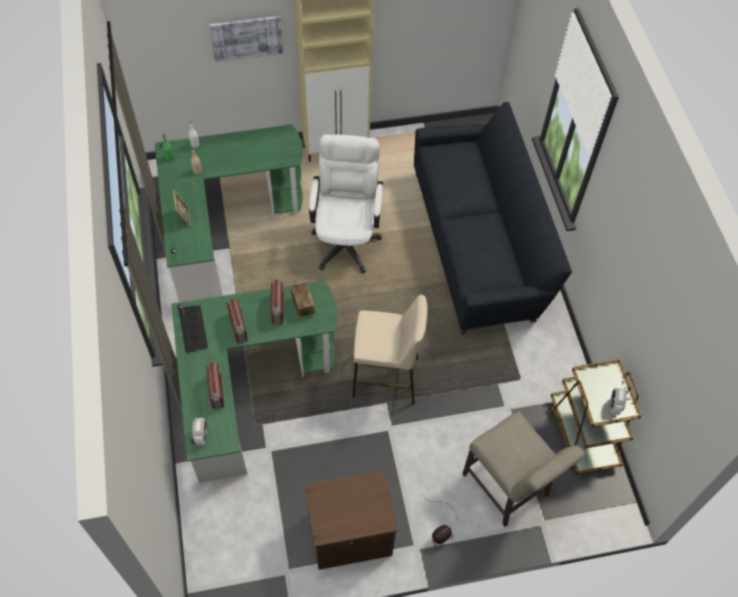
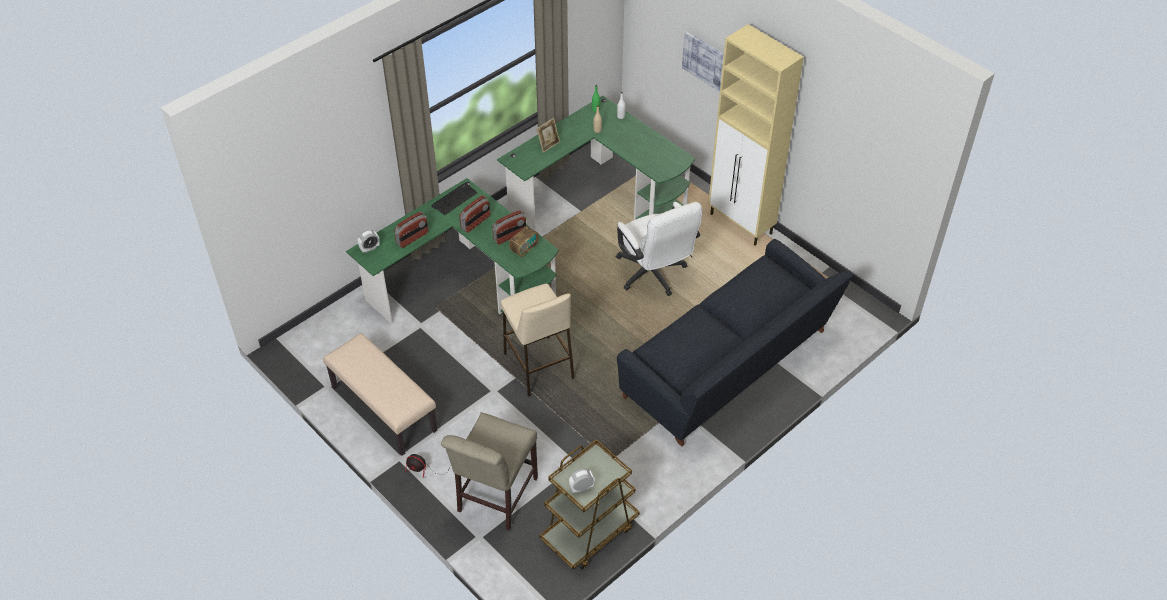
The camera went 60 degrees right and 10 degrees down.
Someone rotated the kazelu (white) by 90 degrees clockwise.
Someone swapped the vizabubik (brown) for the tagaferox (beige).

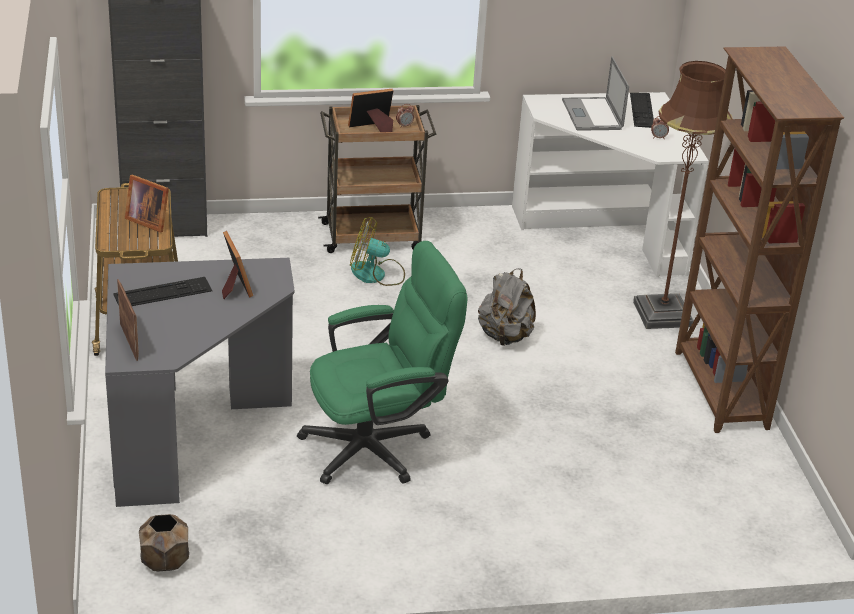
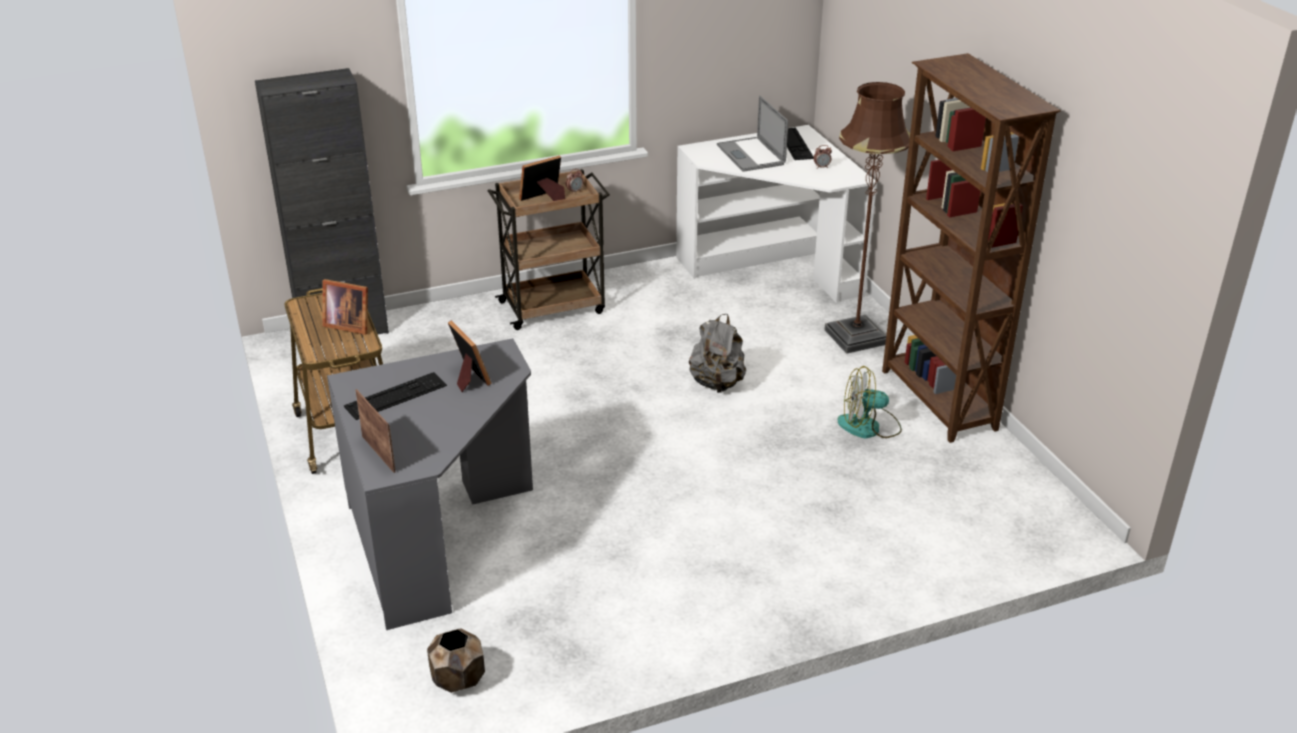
The camera went 10 degrees left and 0 degrees up.
Someone carried the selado.
Someone took away the kazelu (green).

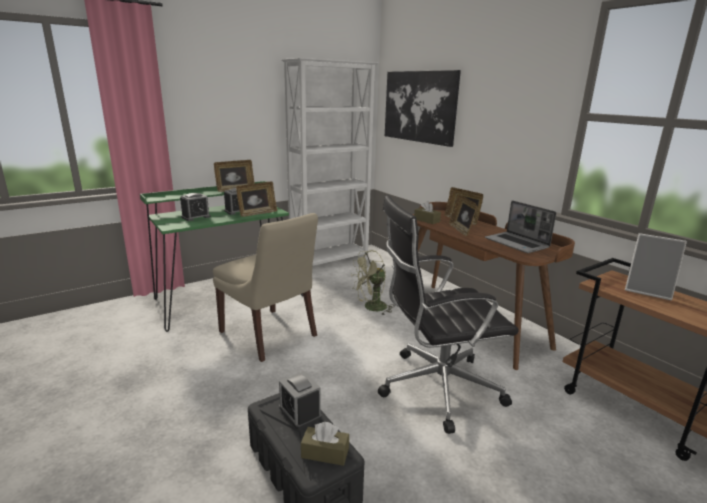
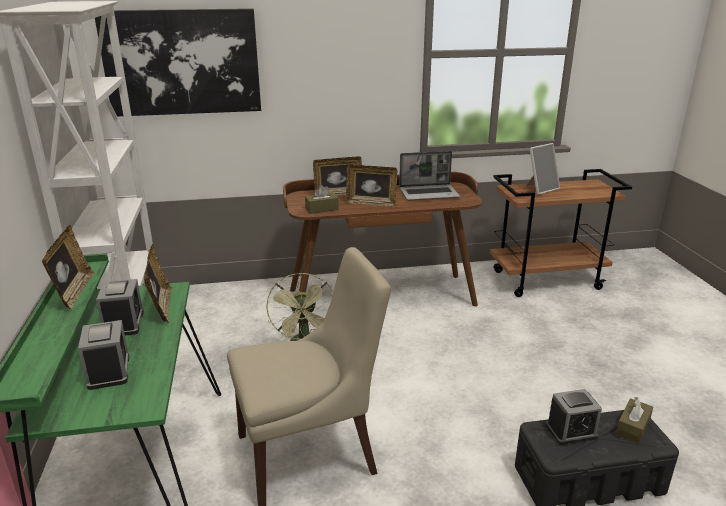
The camera went 65 degrees left and 5 degrees up.
Someone took away the kazelu (black).

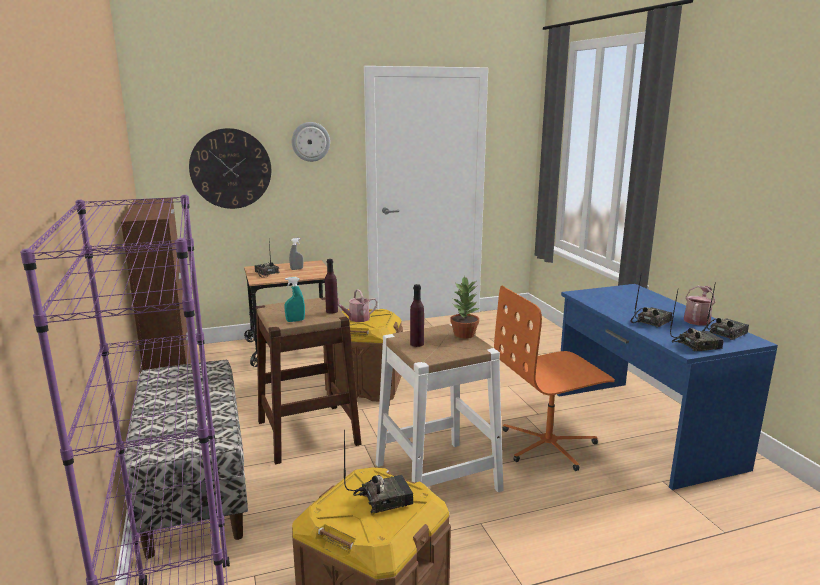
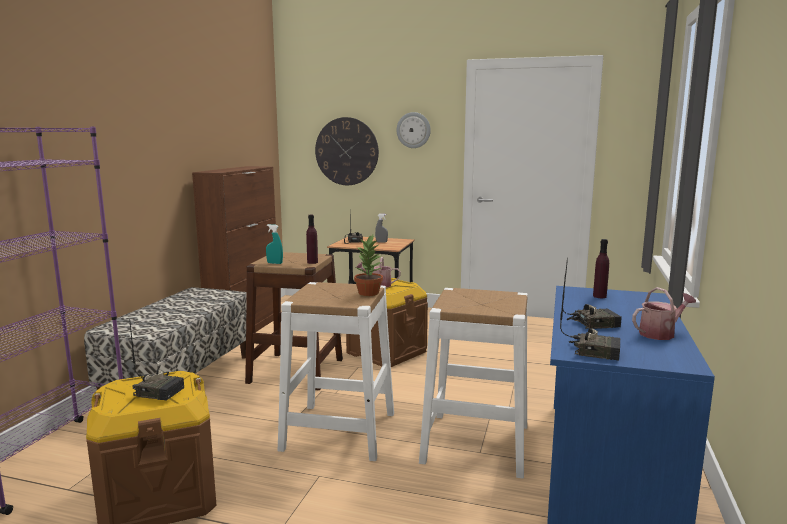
The camera went 35 degrees right and 5 degrees down.
Someone took away the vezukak (no. 5 from left).
Someone carried the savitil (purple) (no. 2 from left).
Someone swapped the kazelu (orange) for the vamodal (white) (no. 2 from left).

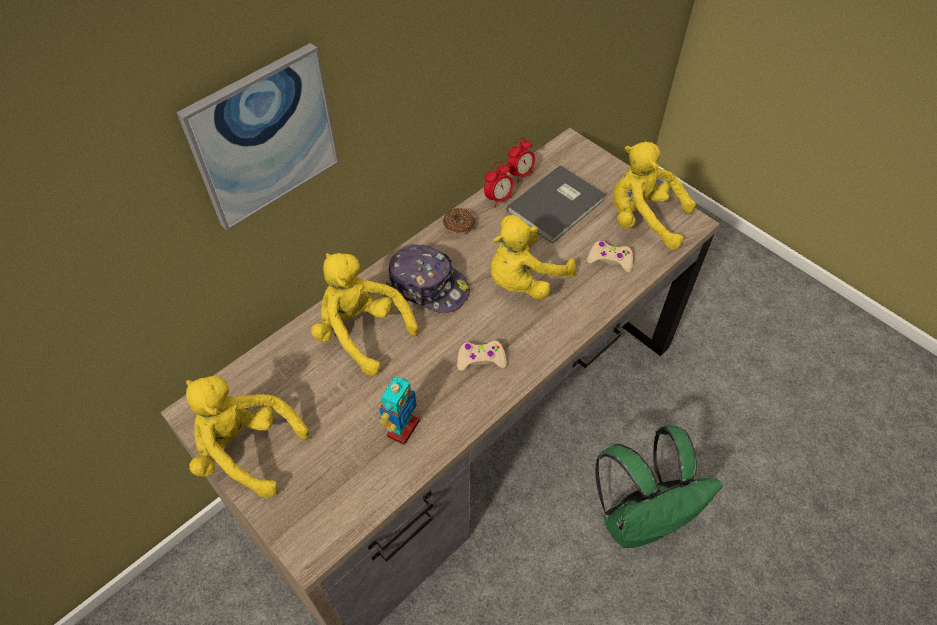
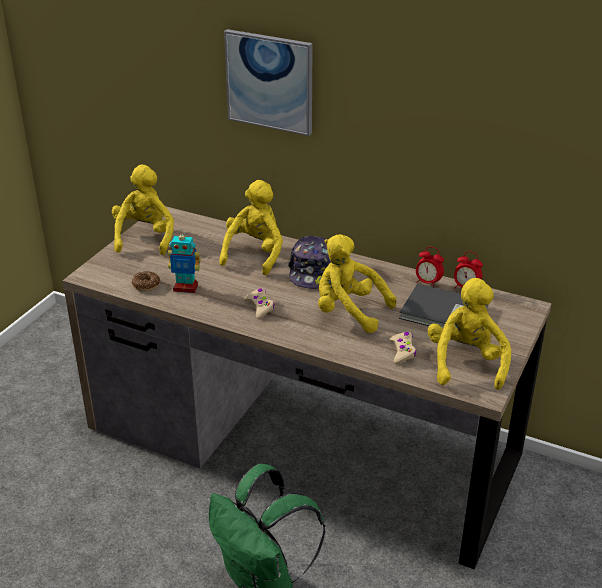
The camera went 70 degrees right and 20 degrees down.
Someone carried the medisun.

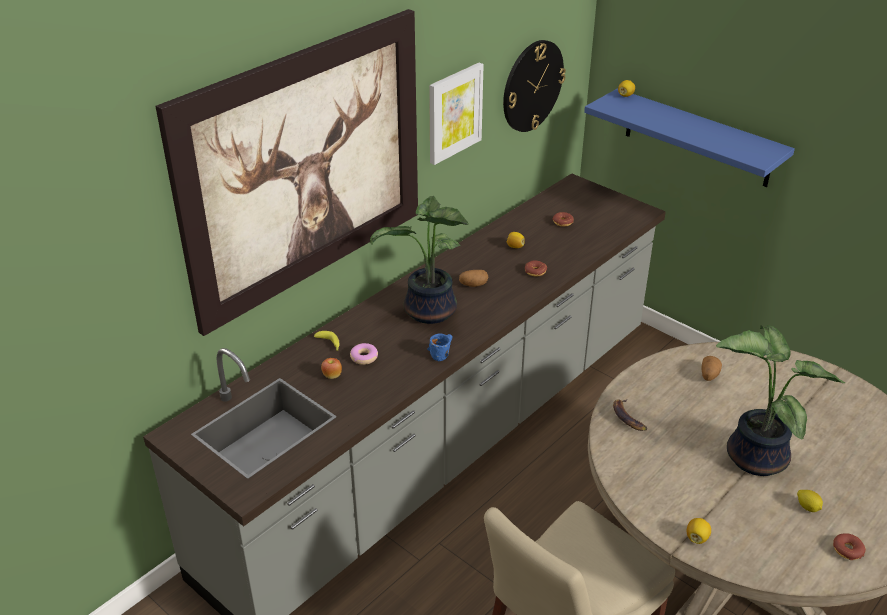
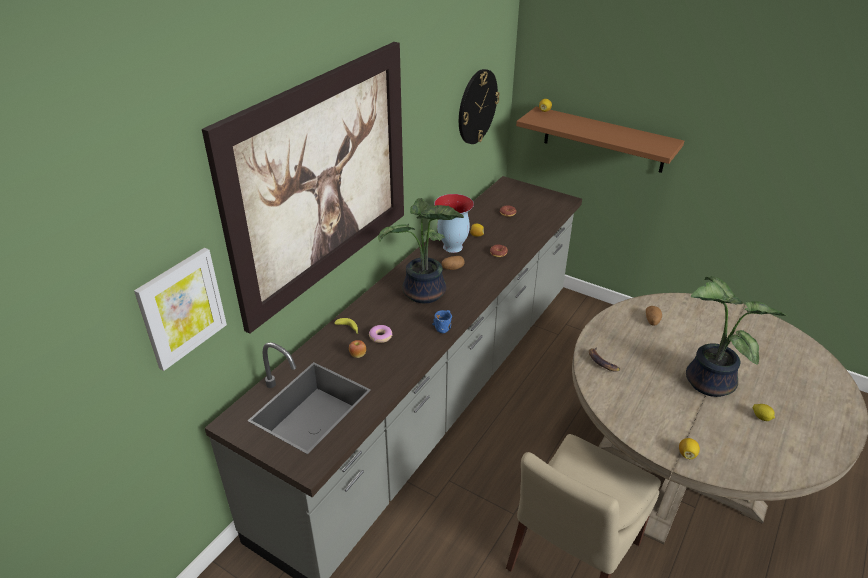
The camera went 10 degrees left and 0 degrees up.
Someone carried the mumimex (no. 2 from left in the first image).
Someone repainted the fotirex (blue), which became the fotirex (brown).
Someone took away the medisun (no. 4 from left).
Someone put down the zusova.

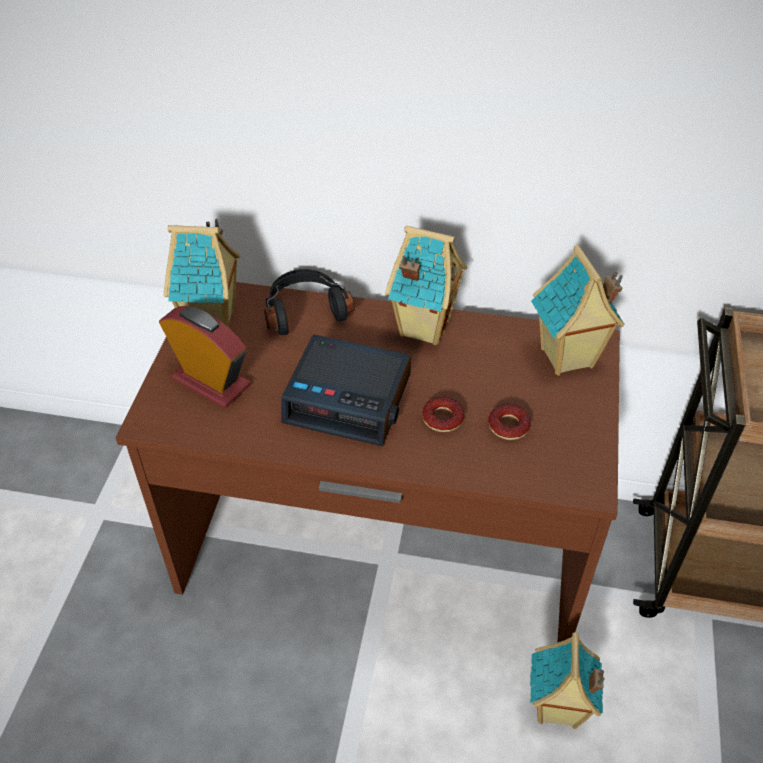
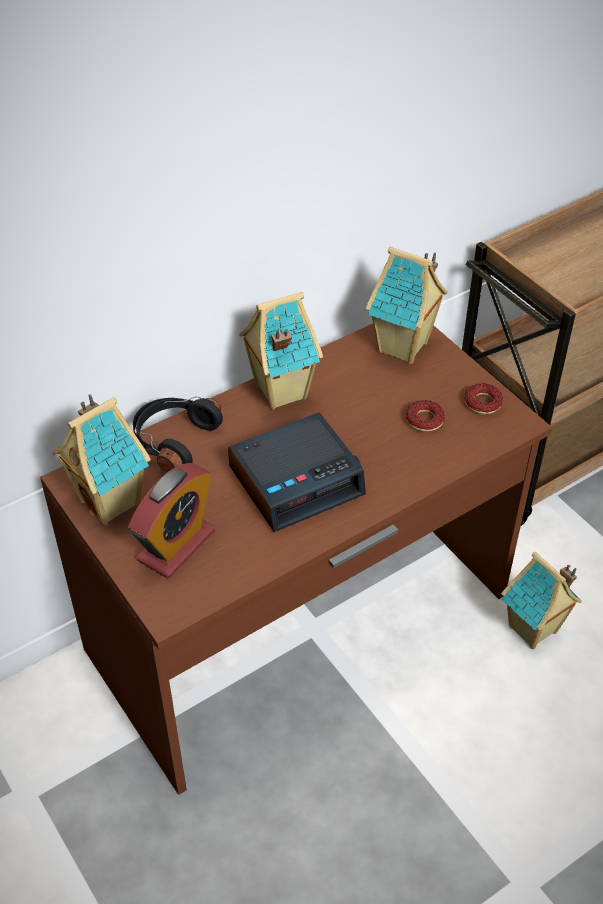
The camera went 45 degrees left and 0 degrees up.
Someone rotated the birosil (no. 1 from left) by 135 degrees clockwise.
Someone carried the medisun (no. 1 from left in the first image).

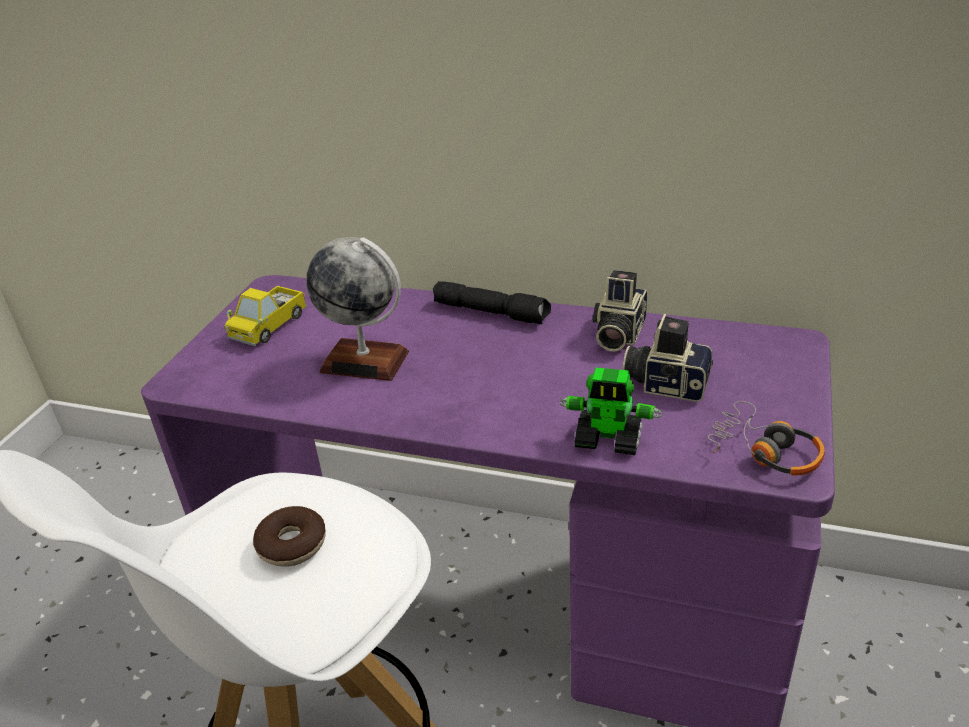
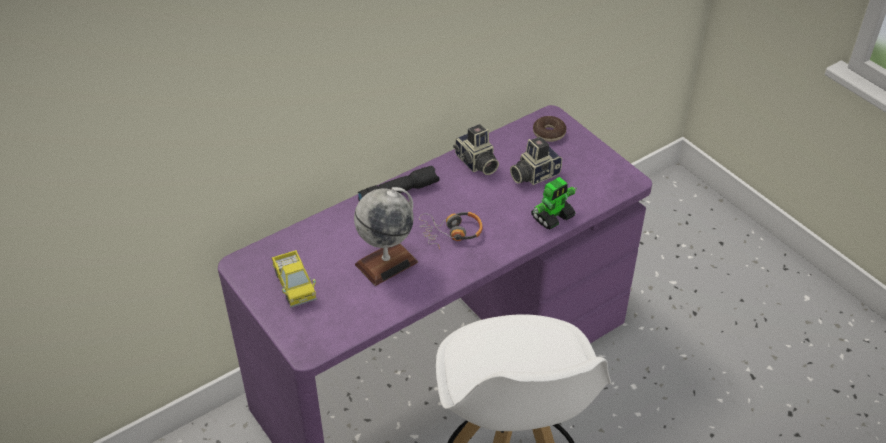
The camera went 55 degrees left and 10 degrees up.
Someone carried the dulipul.
Someone carried the medisun.

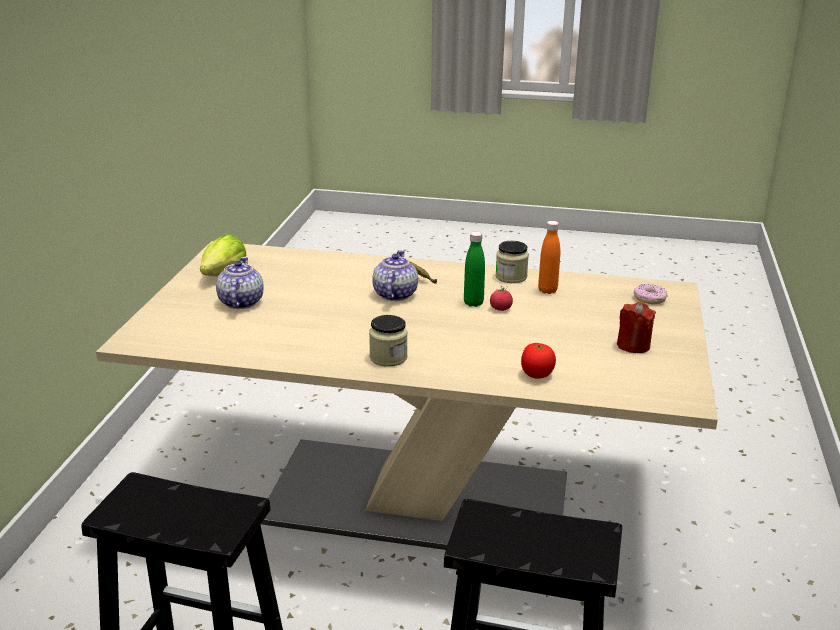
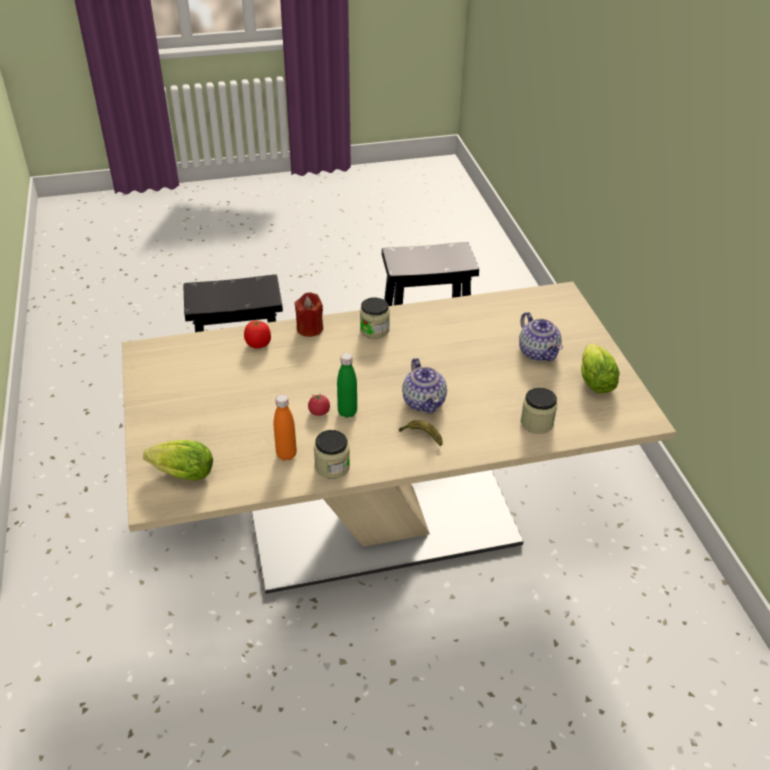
The camera went 155 degrees right and 15 degrees up.
Someone swapped the medisun for the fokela (no. 1 from left).
Someone carried the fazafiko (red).
Someone put down the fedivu (no. 3 from left).

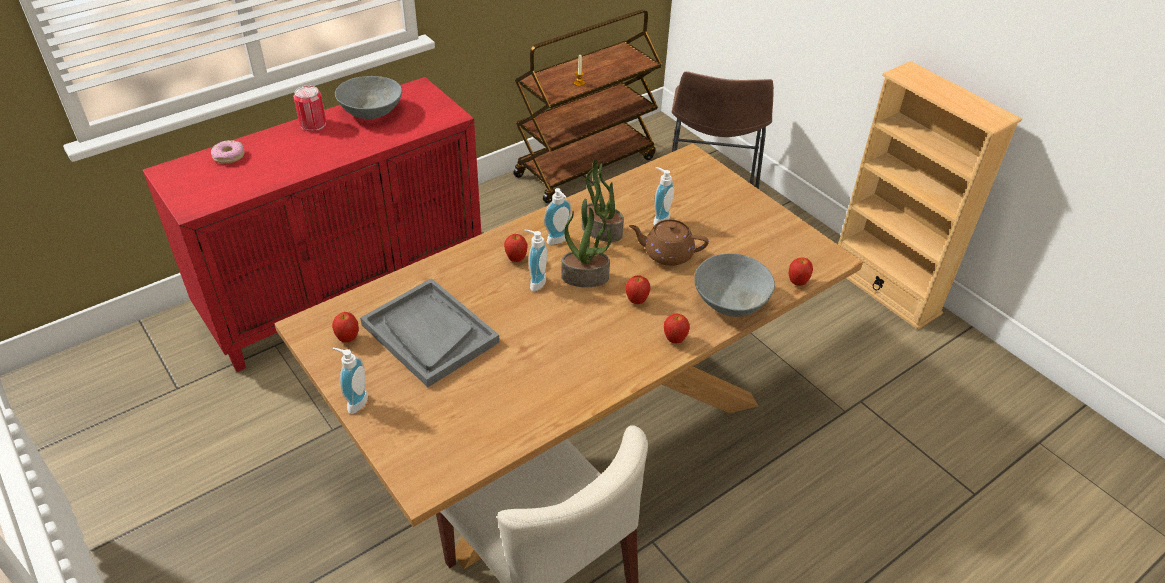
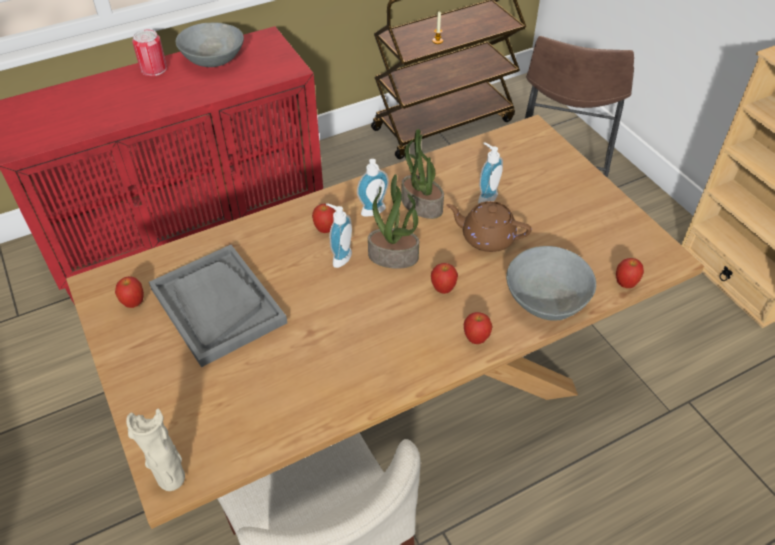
The camera went 10 degrees right and 5 degrees up.
Someone took away the medisun.
Someone took away the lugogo (no. 1 from left).
Someone put down the zusova (beige).

